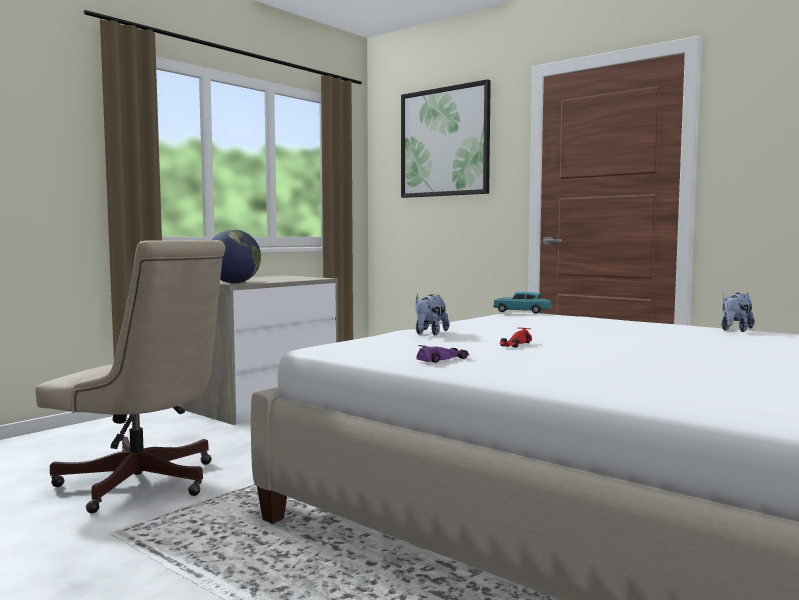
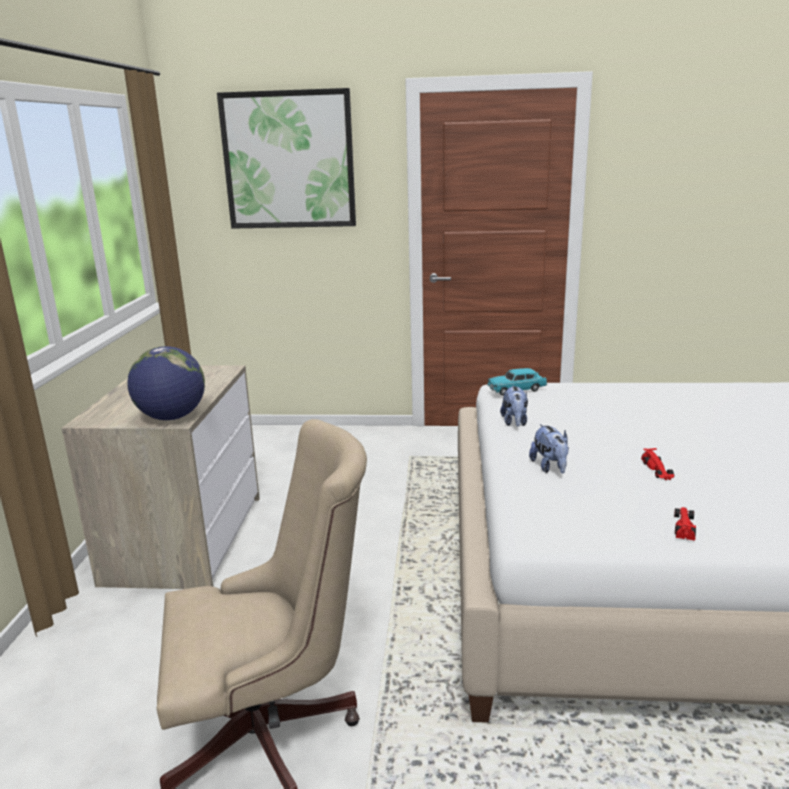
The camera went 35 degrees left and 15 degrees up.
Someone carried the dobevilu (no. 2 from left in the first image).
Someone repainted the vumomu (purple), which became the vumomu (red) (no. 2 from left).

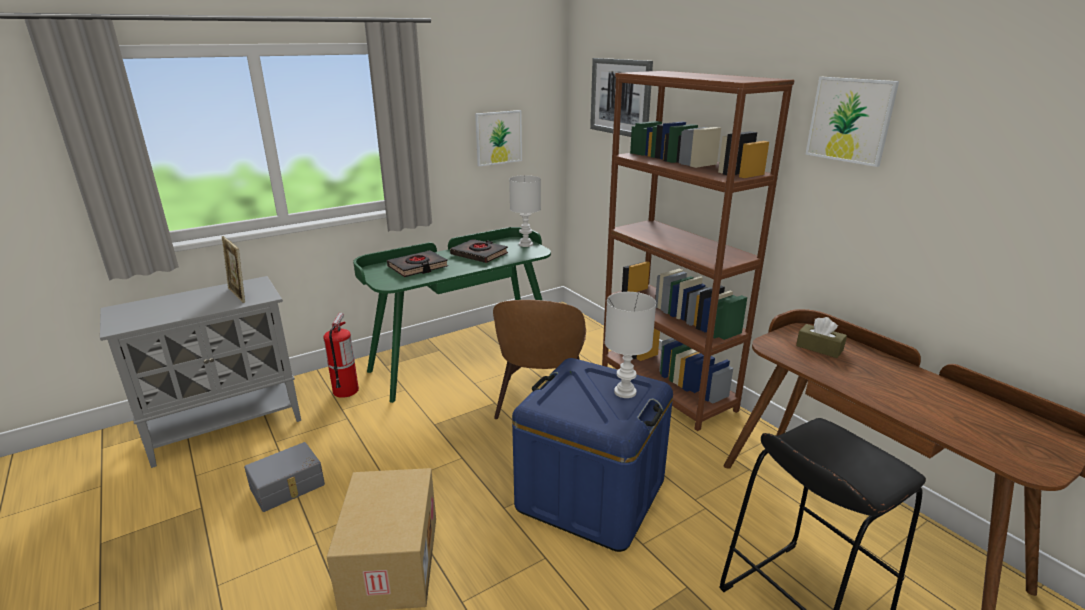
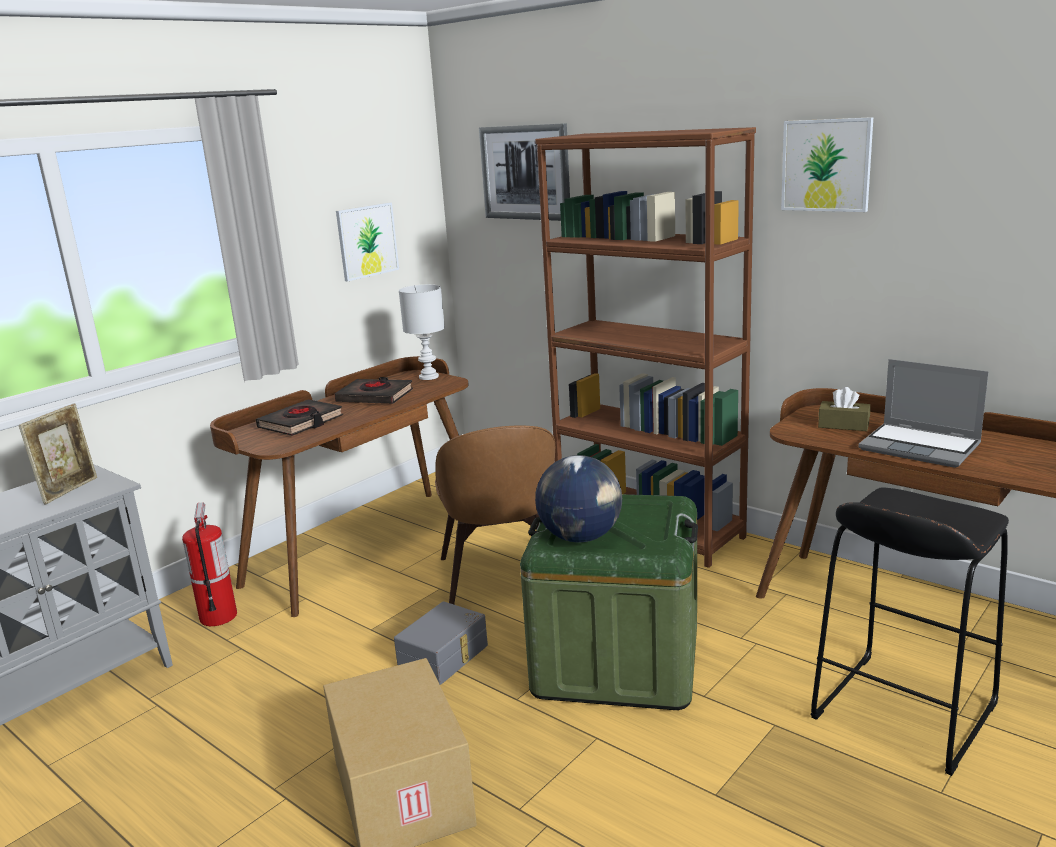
The camera went 15 degrees left and 5 degrees down.
Someone repainted the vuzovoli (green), which became the vuzovoli (brown) (no. 1 from left).
Someone rotated the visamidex by 105 degrees counterclockwise.
Someone took away the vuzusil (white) (no. 2 from left).
Someone repainted the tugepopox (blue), which became the tugepopox (green).
Someone carried the tugepopox (grey).
Someone put down the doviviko.
Someone put down the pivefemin.

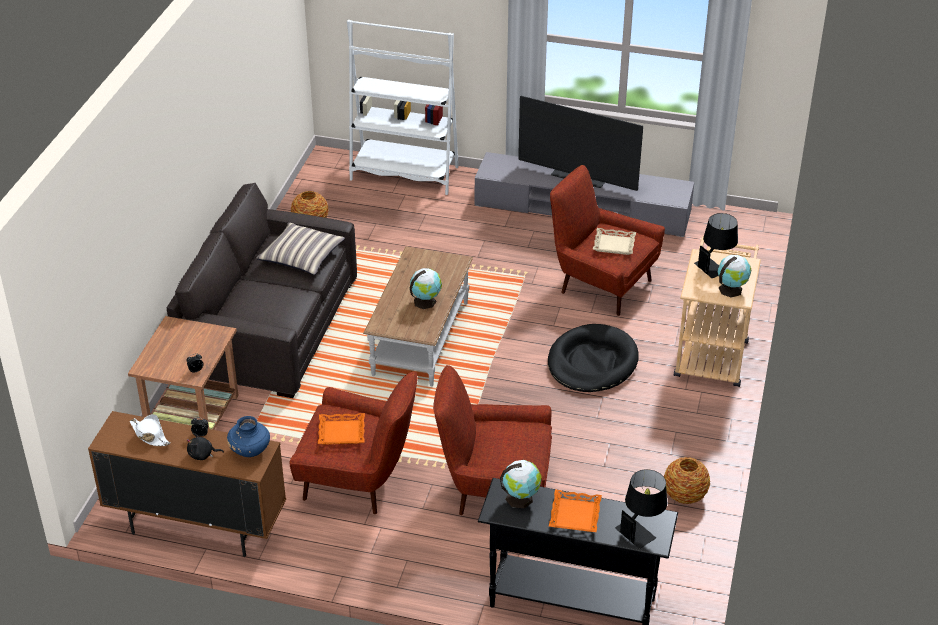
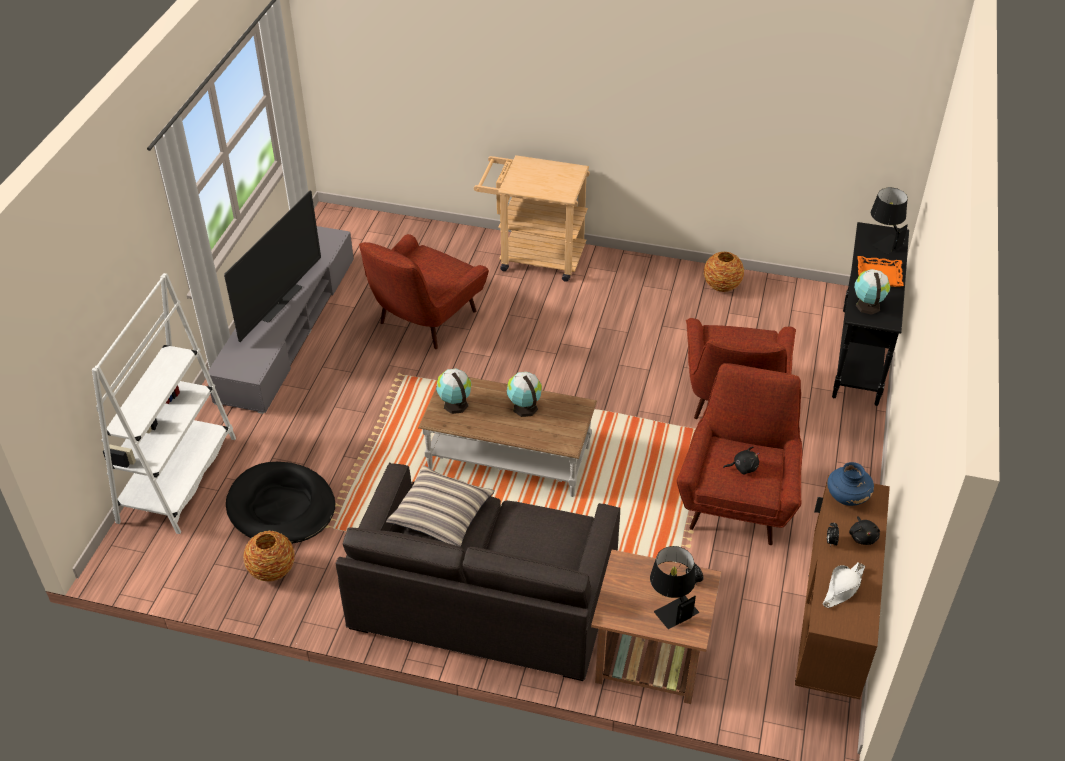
The camera went 90 degrees left and 5 degrees up.
Someone carried the vuzusil (black) (no. 2 from left in the first image).
Someone took away the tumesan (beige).
Someone carried the pivefemin (no. 3 from left in the first image).
Someone carried the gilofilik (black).
Someone swapped the tumesan (orange) (no. 1 from left) for the dobevilu (black) (no. 1 from left).

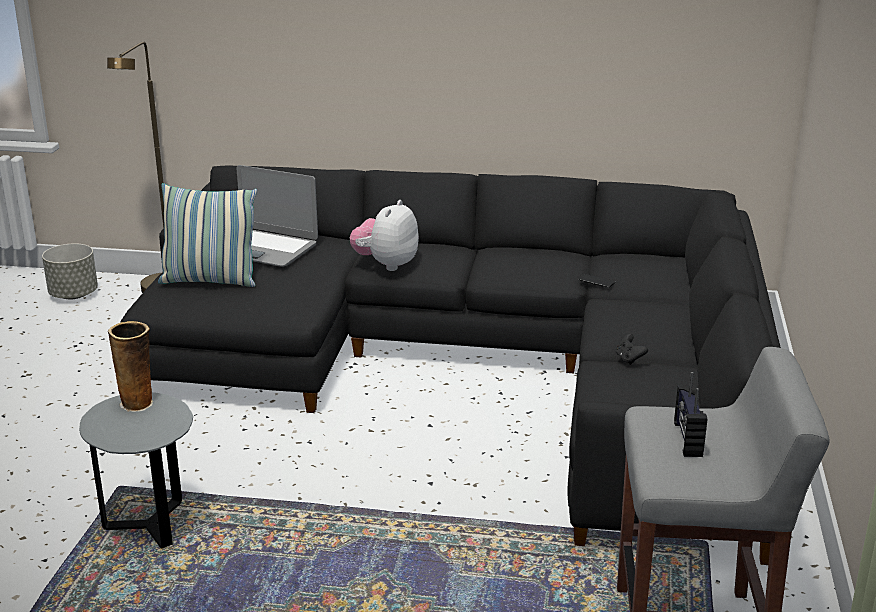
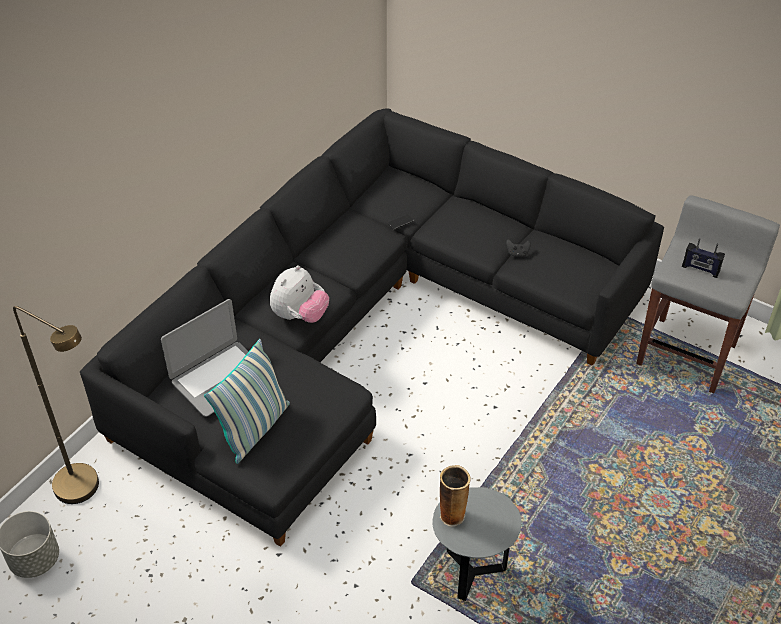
The camera went 65 degrees left and 20 degrees up.
Someone rotated the dobevilu by 105 degrees counterclockwise.

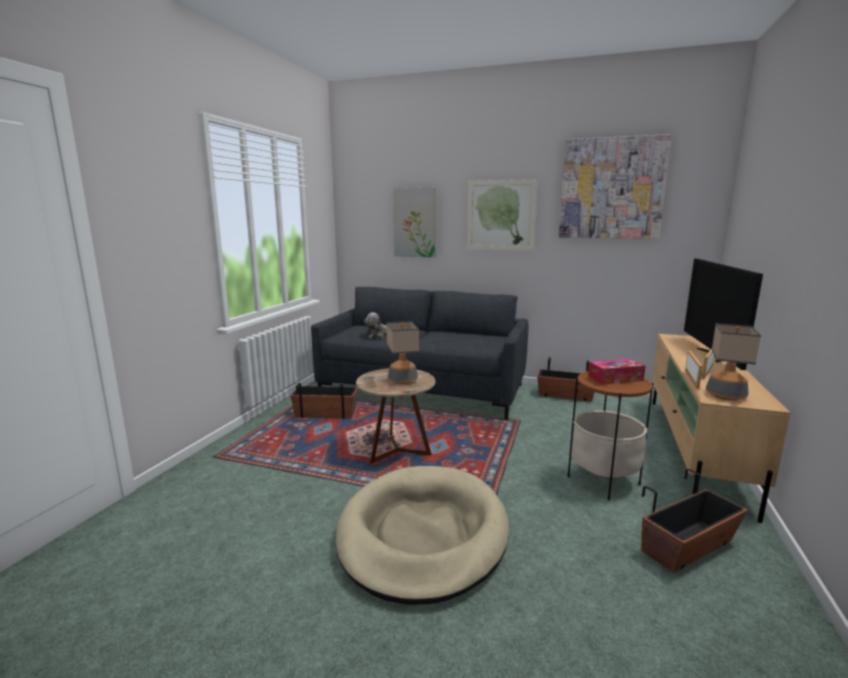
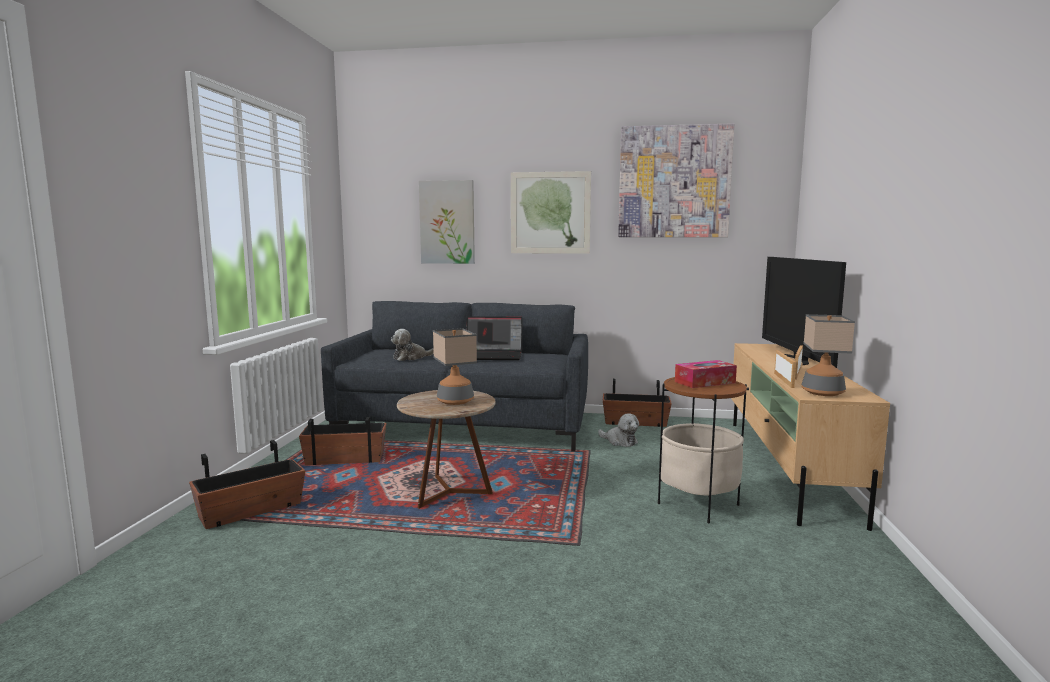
The camera went 10 degrees left and 5 degrees down.
Someone took away the gilofilik (beige).
Someone carried the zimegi (no. 3 from left in the first image).
Someone put down the doviviko.
Someone put down the dobevilu (no. 2 from left).

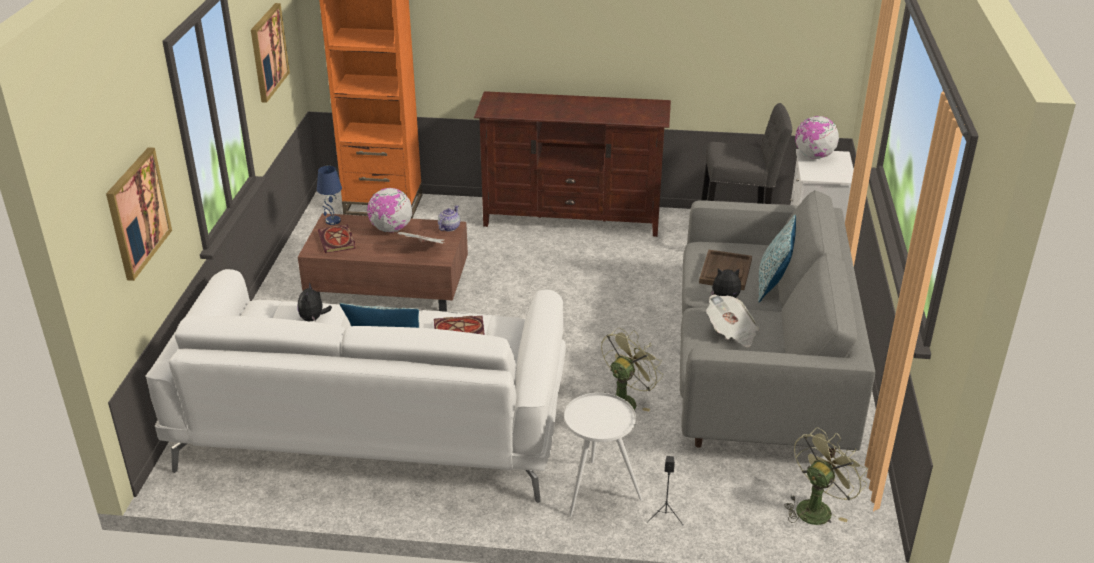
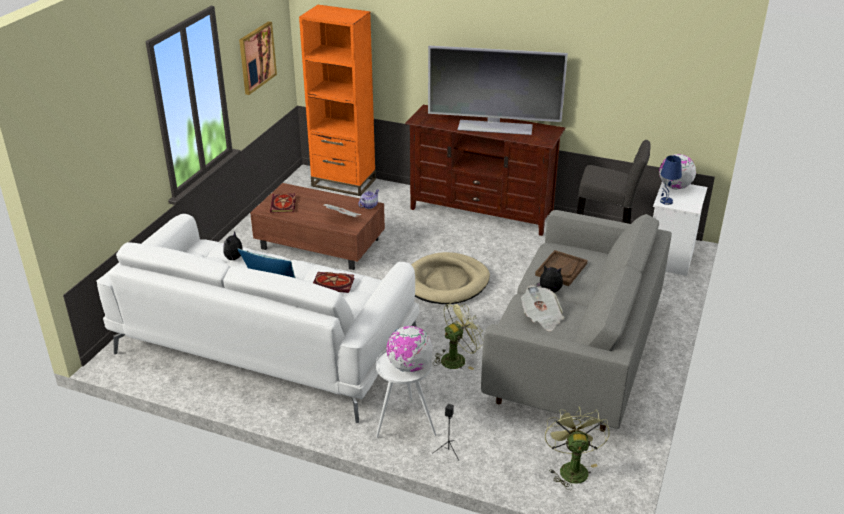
The camera went 15 degrees right and 0 degrees up.
Someone took away the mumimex (no. 1 from left).
Someone carried the vuzusil (blue).
Someone carried the pivefemin (no. 1 from left).
Someone took away the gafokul (no. 2 from left).
Someone rotated the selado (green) (no. 2 from left) by 60 degrees counterclockwise.
Someone put down the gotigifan.
Someone put down the gilofilik (beige).

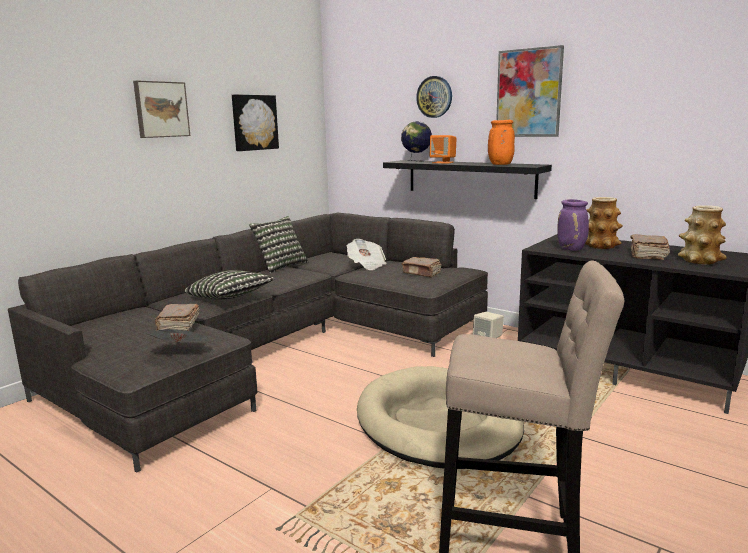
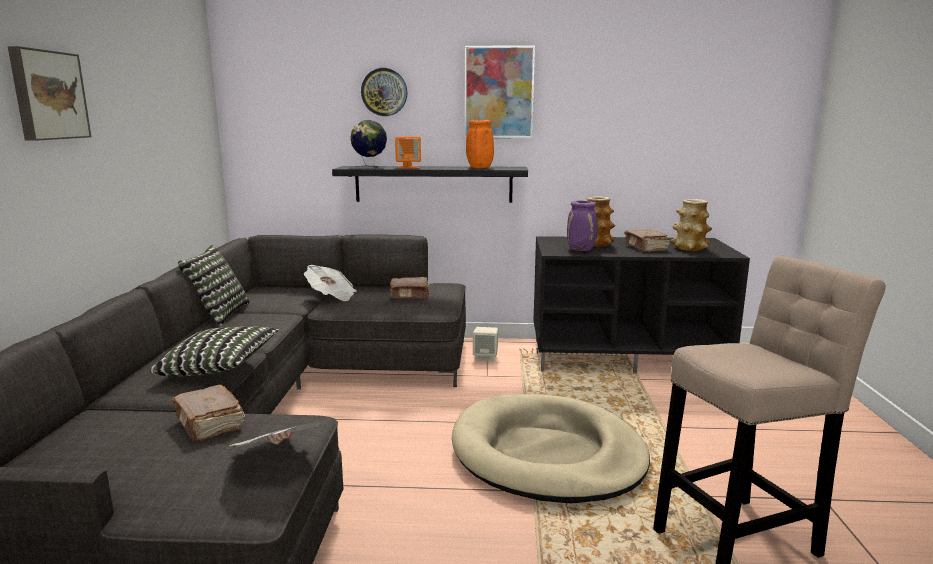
The camera went 35 degrees left and 0 degrees up.
Someone took away the mumimex (no. 2 from left).

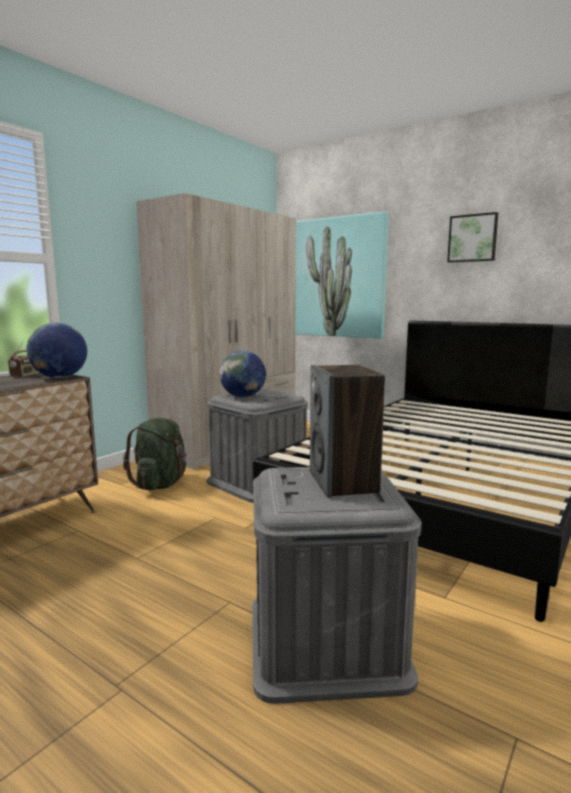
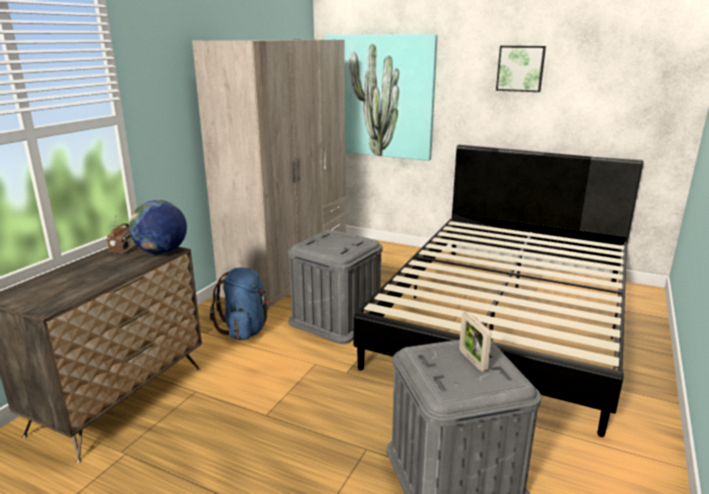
The camera went 10 degrees left and 10 degrees up.
Someone took away the pivefemin (no. 2 from left).
Someone swapped the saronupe for the visamidex.
Someone repainted the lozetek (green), which became the lozetek (blue).

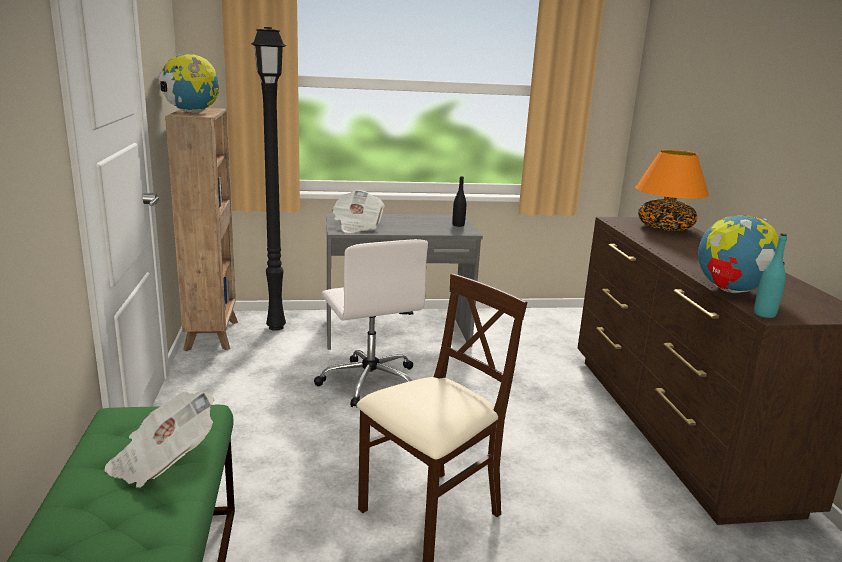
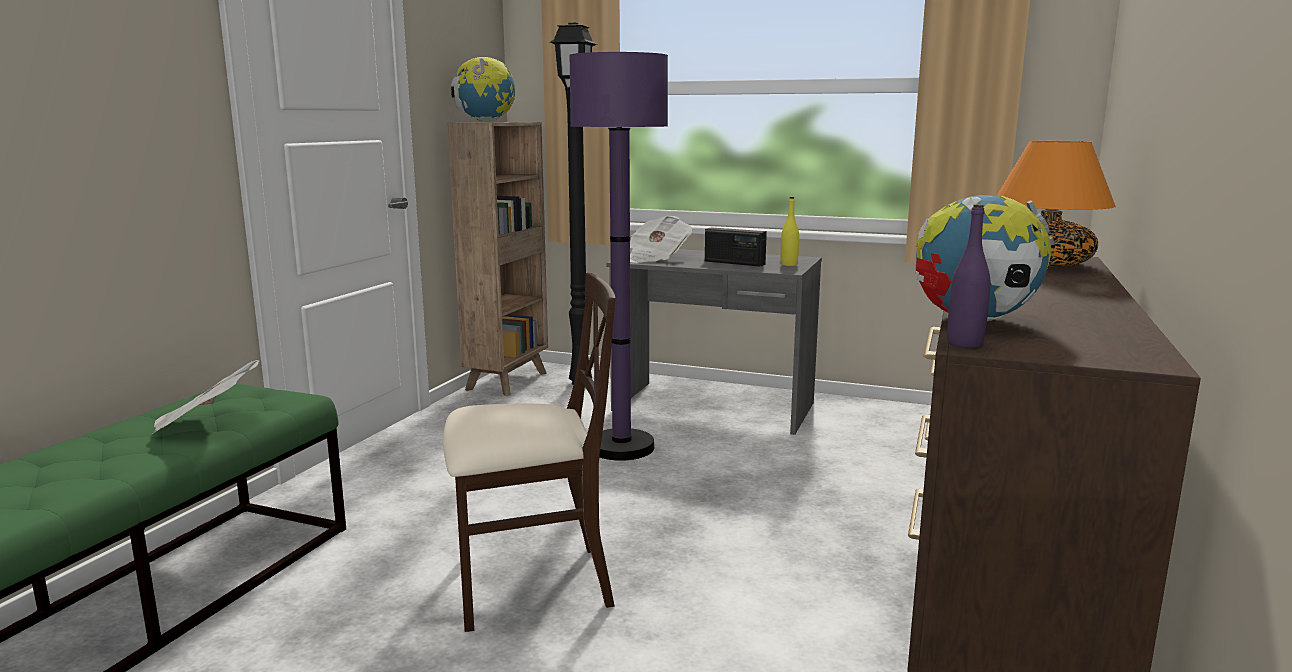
The camera went 30 degrees right and 5 degrees down.
Someone repainted the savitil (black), which became the savitil (yellow).
Someone repainted the savitil (turquoise), which became the savitil (purple).
Someone swapped the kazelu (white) for the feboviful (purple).
Someone put down the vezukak.

